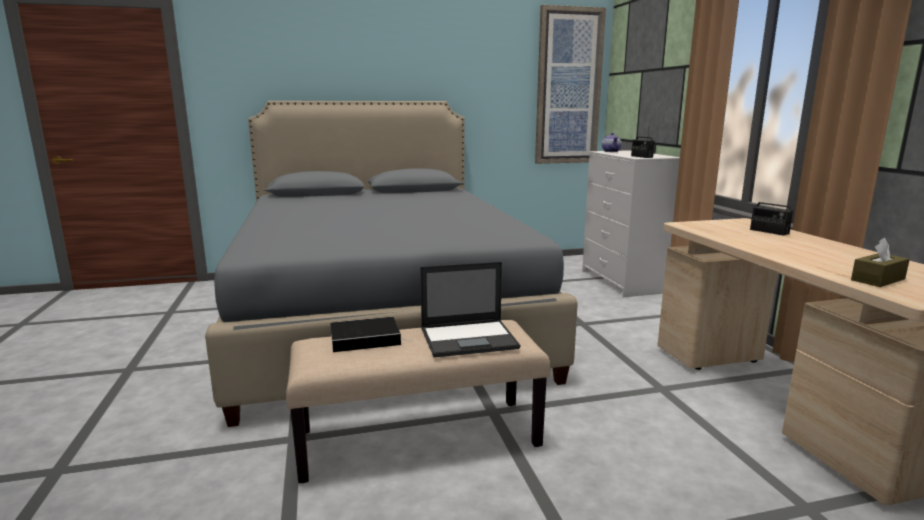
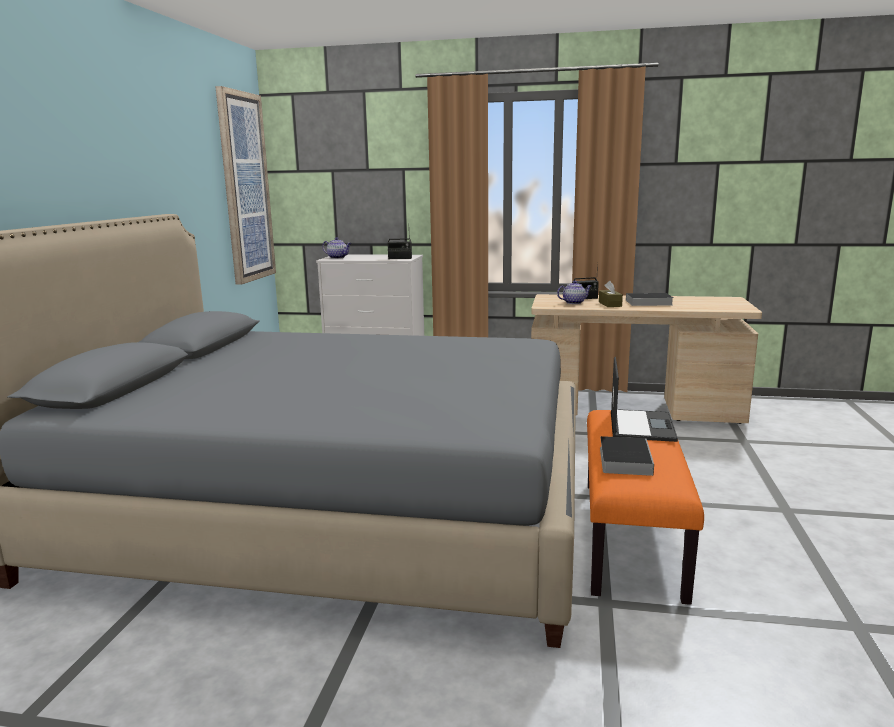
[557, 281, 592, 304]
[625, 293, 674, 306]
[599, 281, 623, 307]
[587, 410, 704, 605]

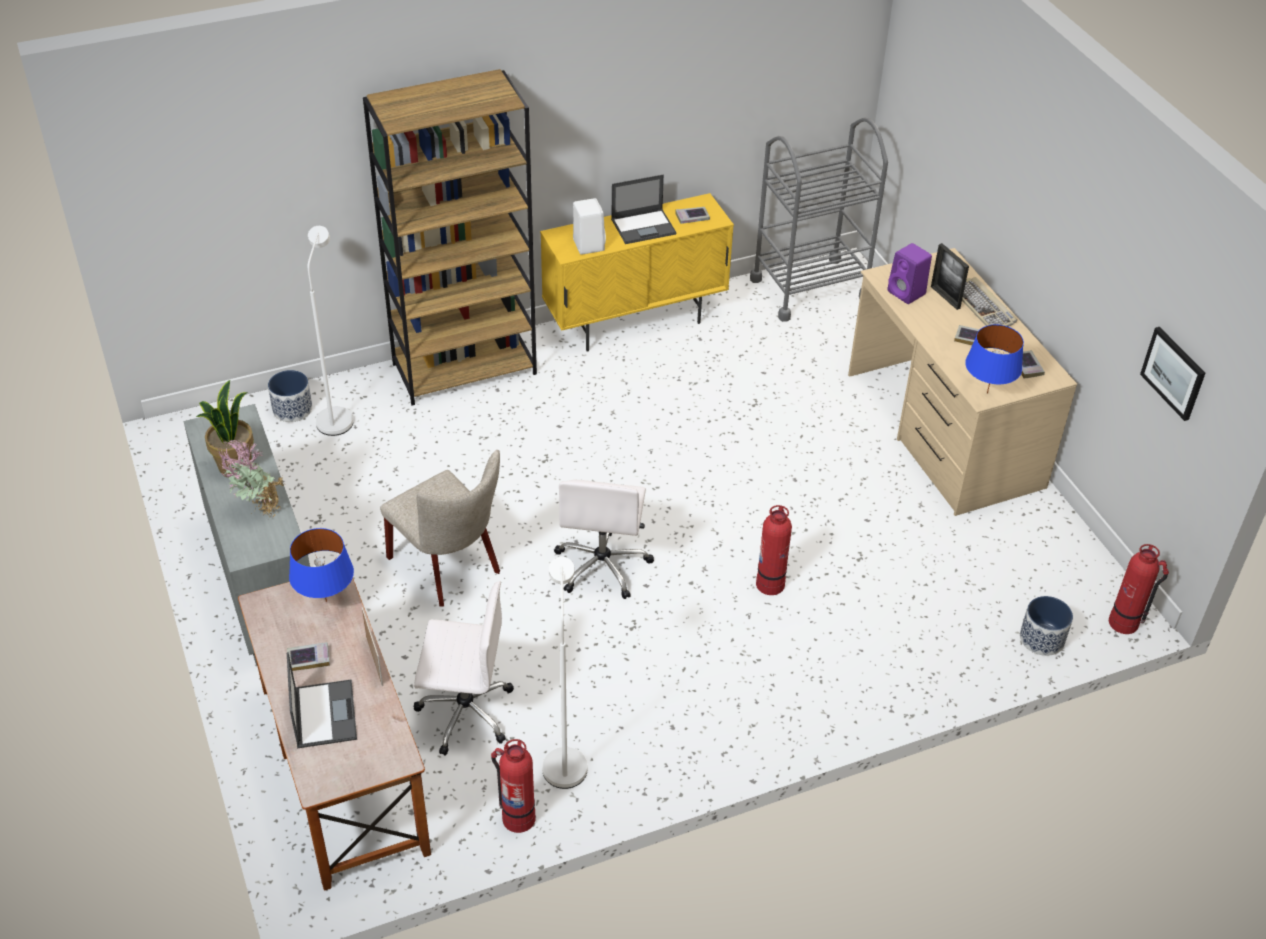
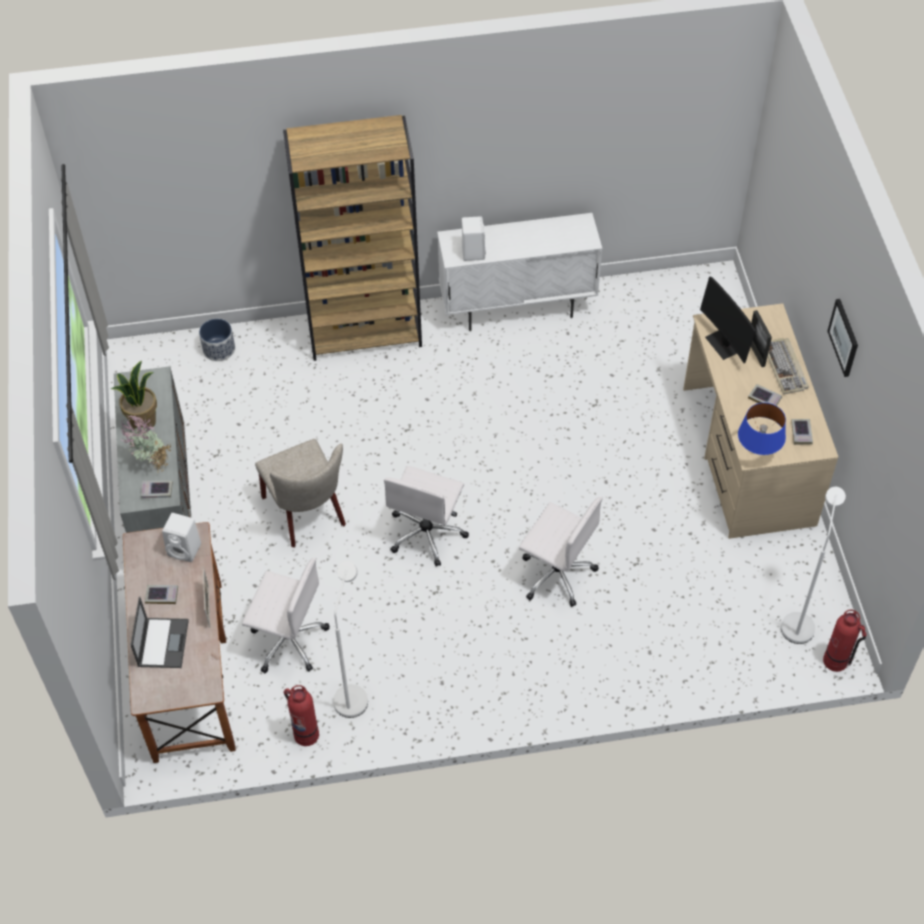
[611, 175, 677, 244] (first image)
[750, 117, 888, 322] (first image)
[1020, 596, 1073, 656] (first image)
[781, 487, 846, 644]
[141, 481, 173, 498]
[827, 299, 858, 377]
[162, 513, 201, 562]
[519, 497, 603, 607]
[700, 276, 756, 363]
[437, 213, 602, 331]

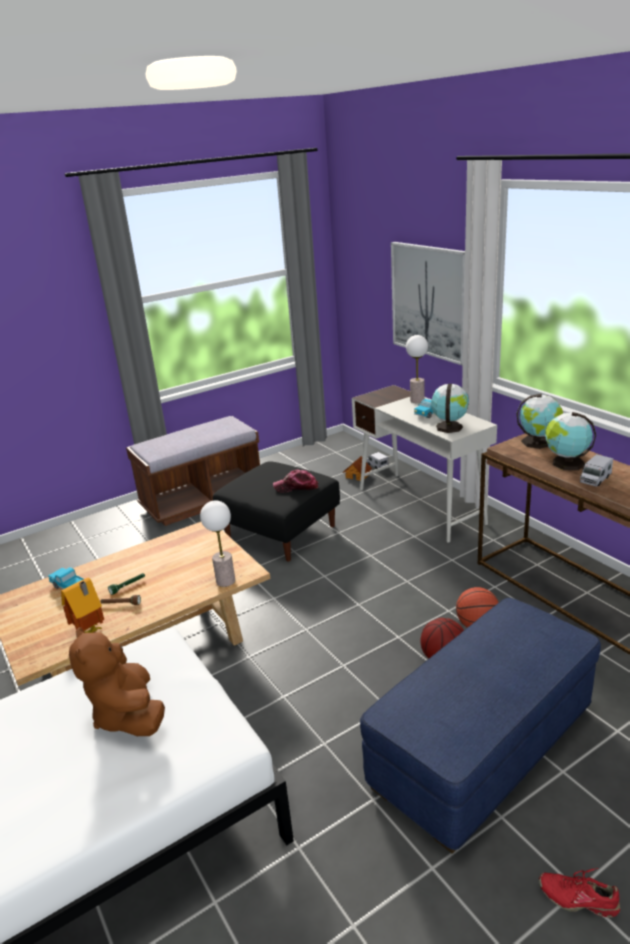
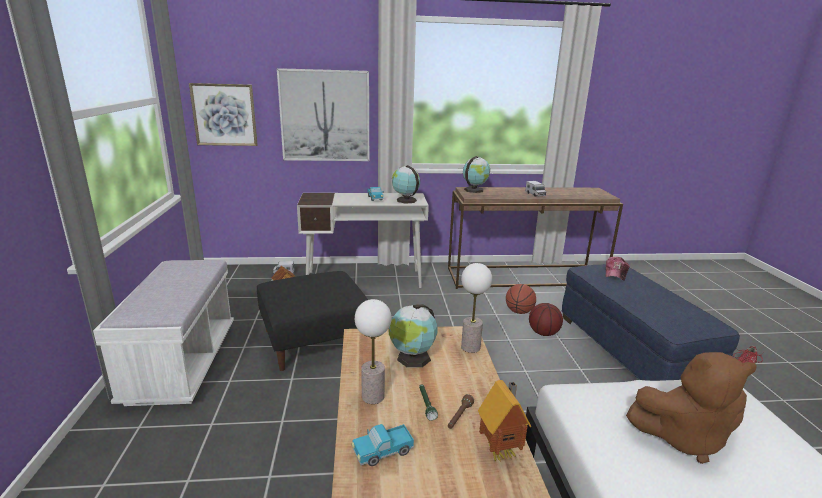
[189, 83, 258, 146]
[606, 257, 630, 281]
[355, 299, 391, 404]
[389, 304, 437, 368]
[93, 260, 234, 406]

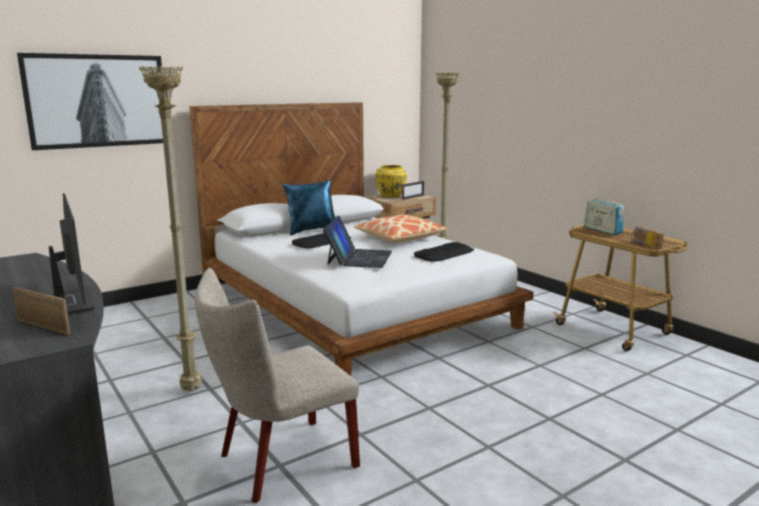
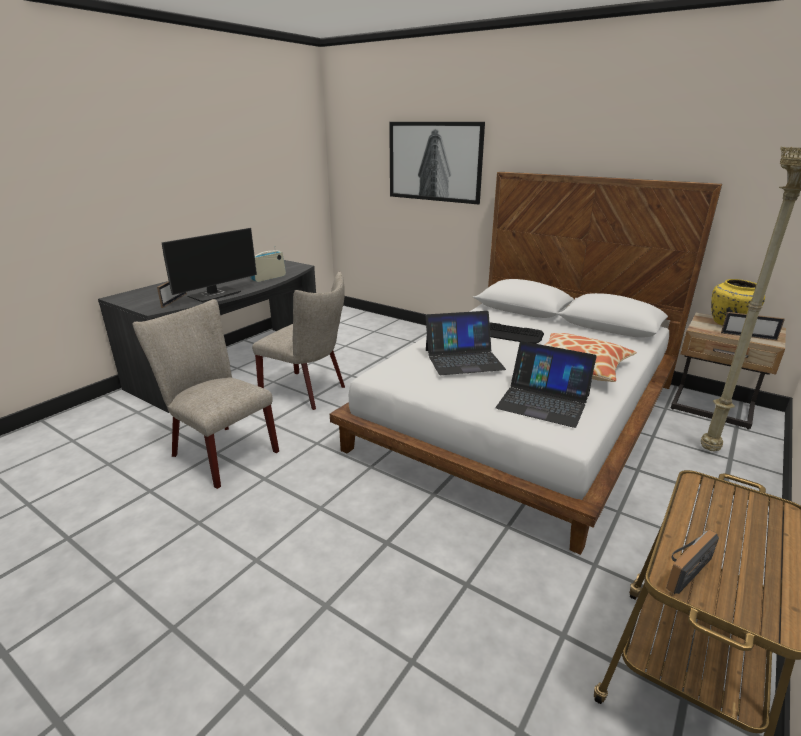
[283, 180, 335, 236] (first image)
[251, 246, 286, 282]
[252, 272, 345, 410]
[495, 341, 597, 428]

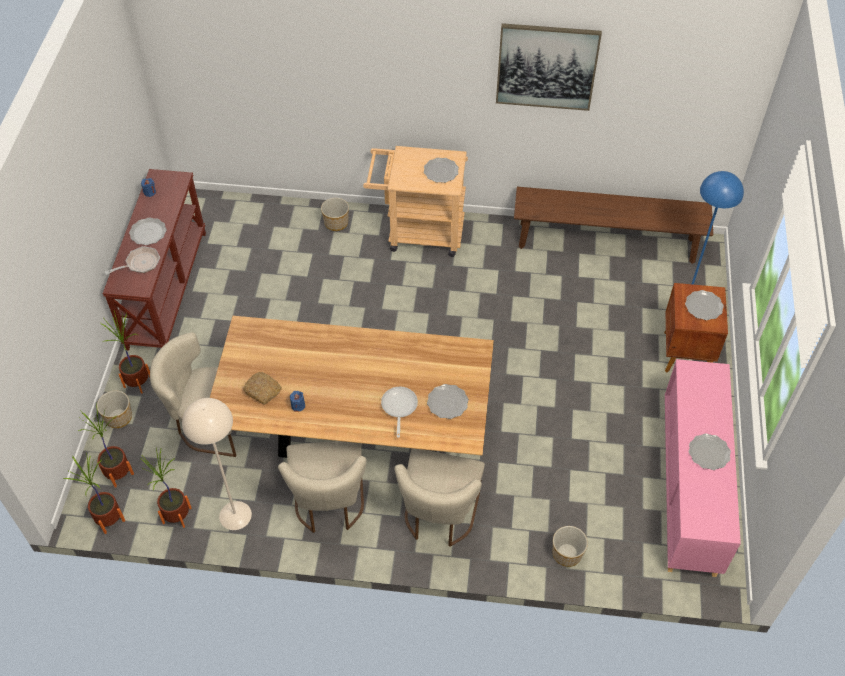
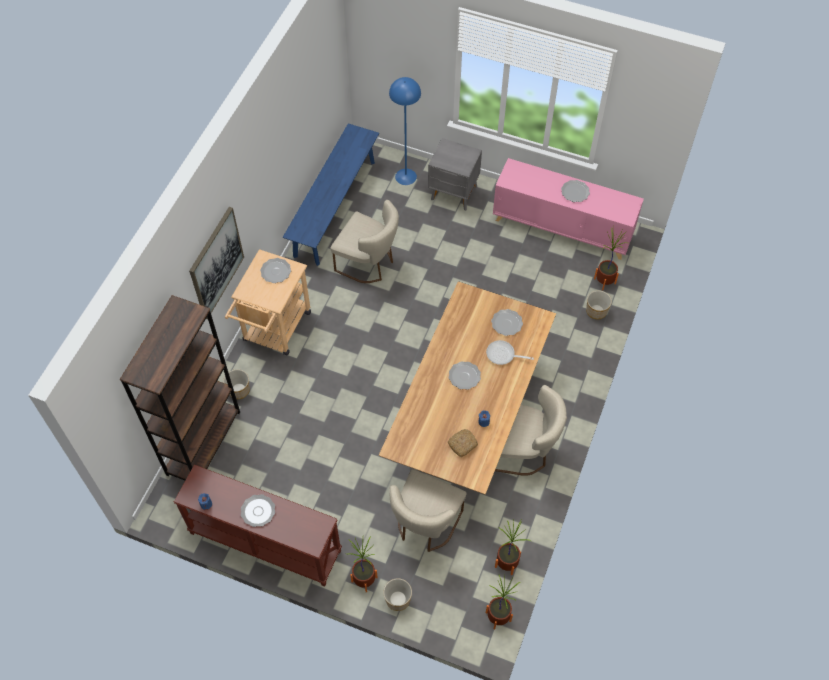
[105, 246, 160, 275] (first image)
[182, 398, 252, 530] (first image)
[120, 295, 240, 480]
[594, 228, 626, 290]
[330, 200, 399, 283]
[189, 207, 244, 319]
[449, 361, 481, 390]
[283, 123, 379, 266]
[428, 138, 482, 211]

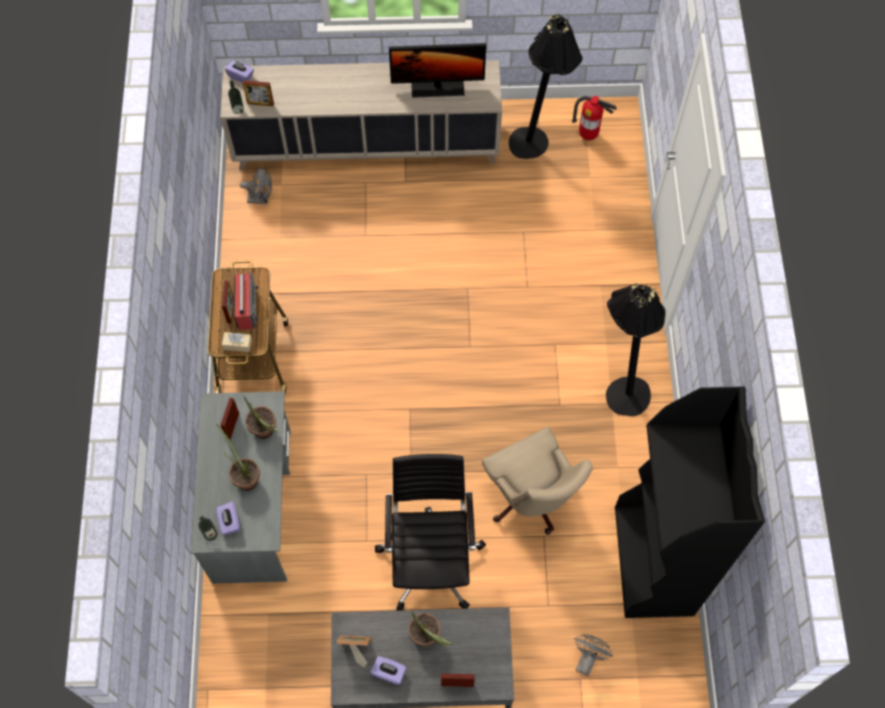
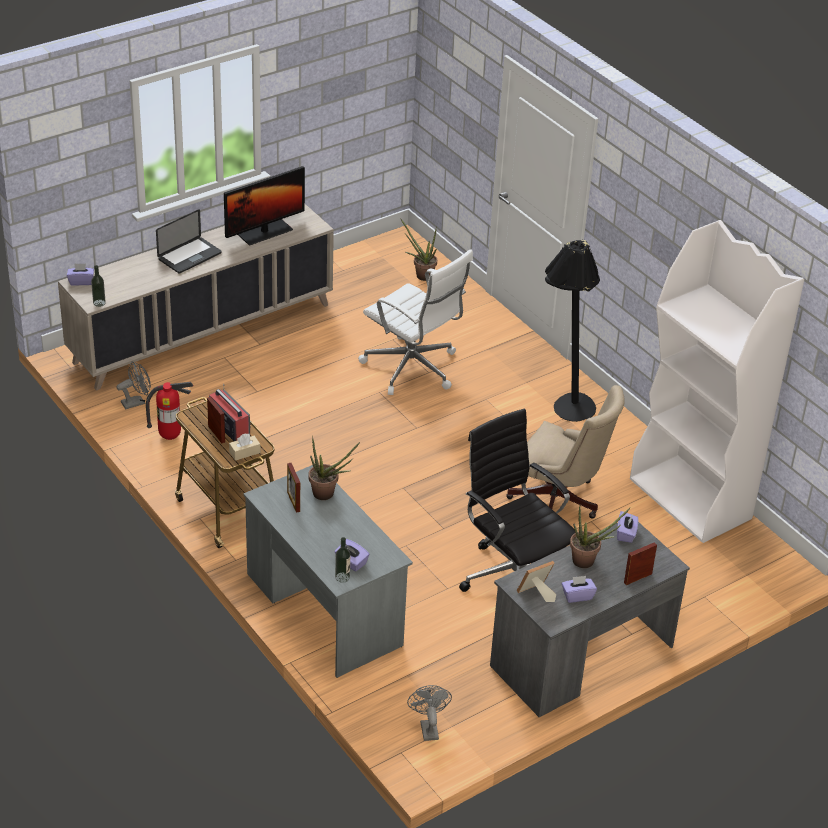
[243, 80, 274, 106] (first image)
[509, 14, 582, 159] (first image)
[156, 209, 222, 274]
[358, 249, 473, 395]
[617, 511, 638, 543]
[400, 218, 437, 281]
[146, 382, 193, 440]
[407, 685, 452, 741]
[630, 220, 804, 543]

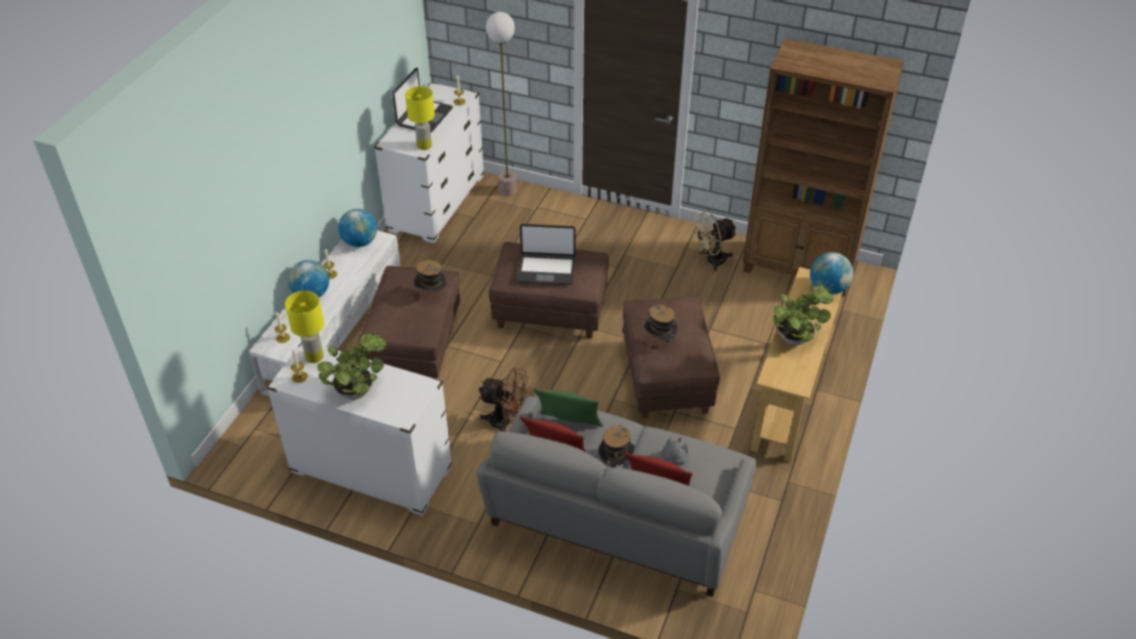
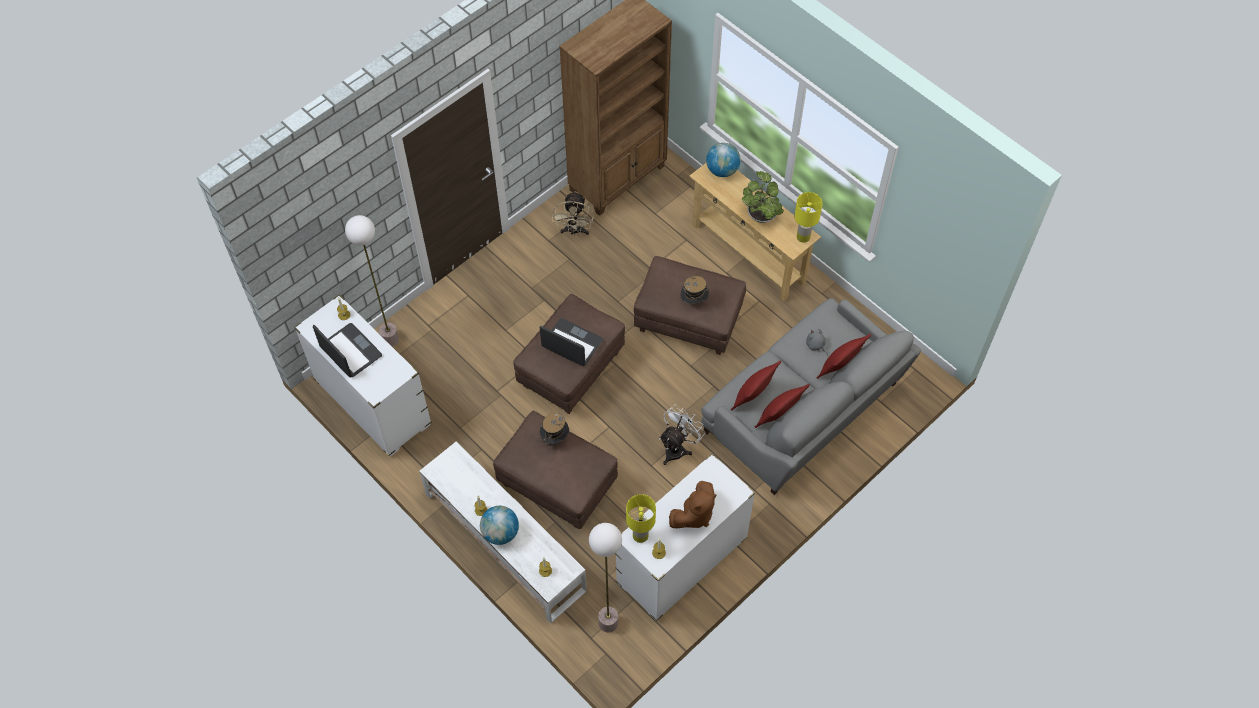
[338, 209, 377, 247] (first image)
[598, 425, 635, 468] (first image)
[589, 523, 622, 633]
[794, 192, 823, 243]
[669, 481, 716, 528]
[659, 405, 705, 465]
[731, 360, 781, 411]
[540, 318, 603, 366]

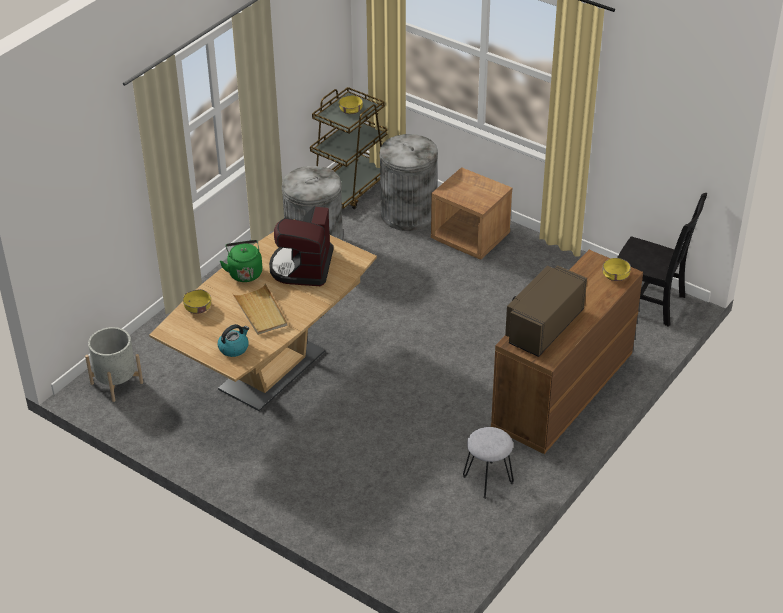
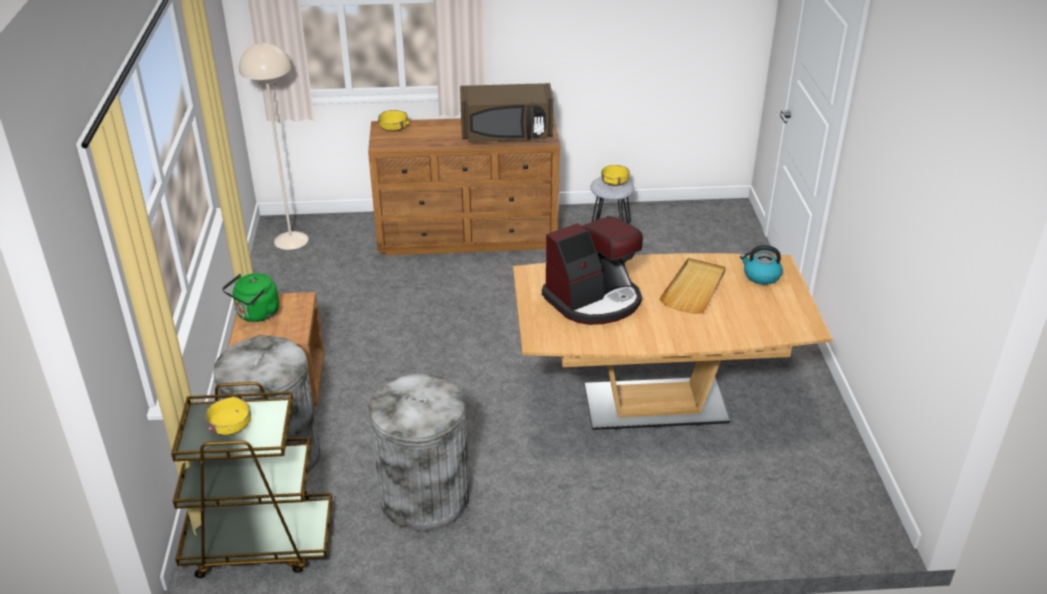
[85, 327, 143, 402] (first image)
[601, 165, 630, 186]
[222, 273, 279, 322]
[239, 43, 309, 250]

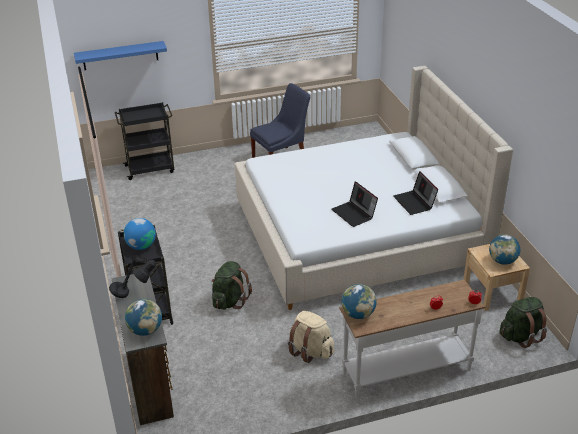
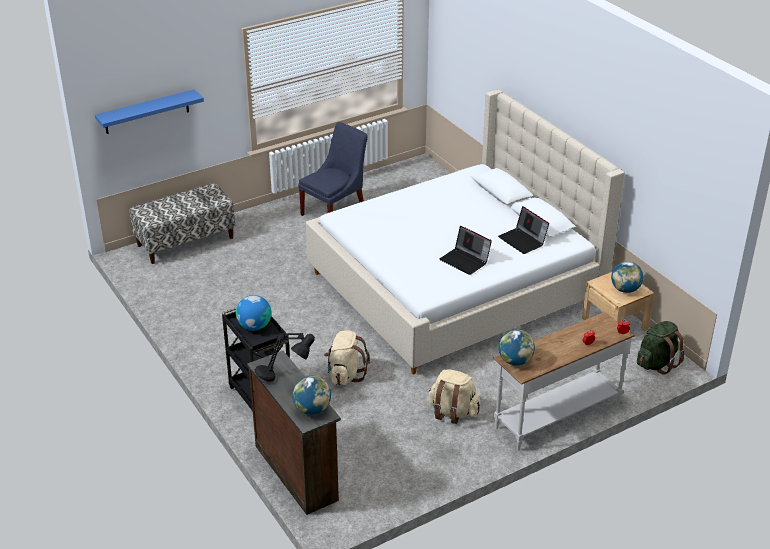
[129, 183, 235, 264]
[324, 330, 370, 385]

